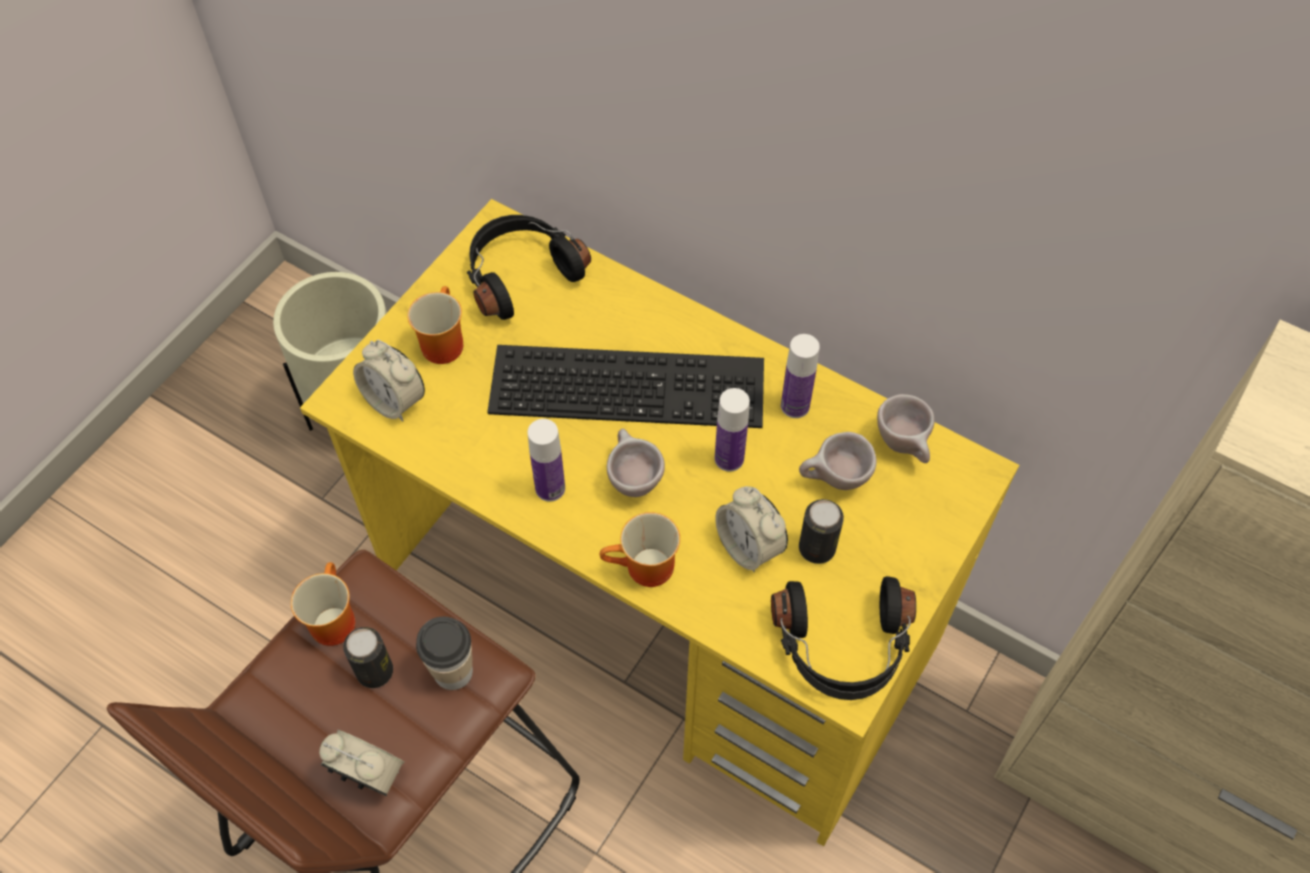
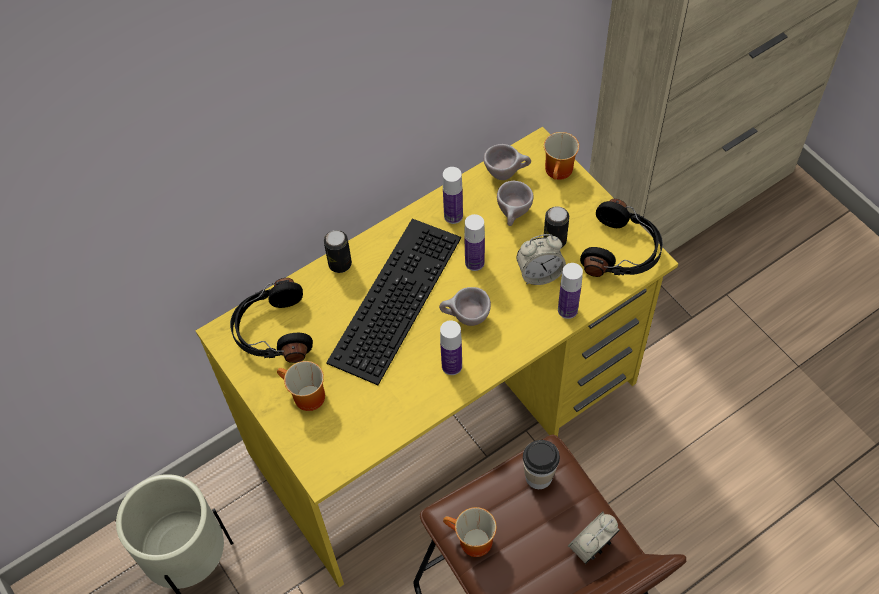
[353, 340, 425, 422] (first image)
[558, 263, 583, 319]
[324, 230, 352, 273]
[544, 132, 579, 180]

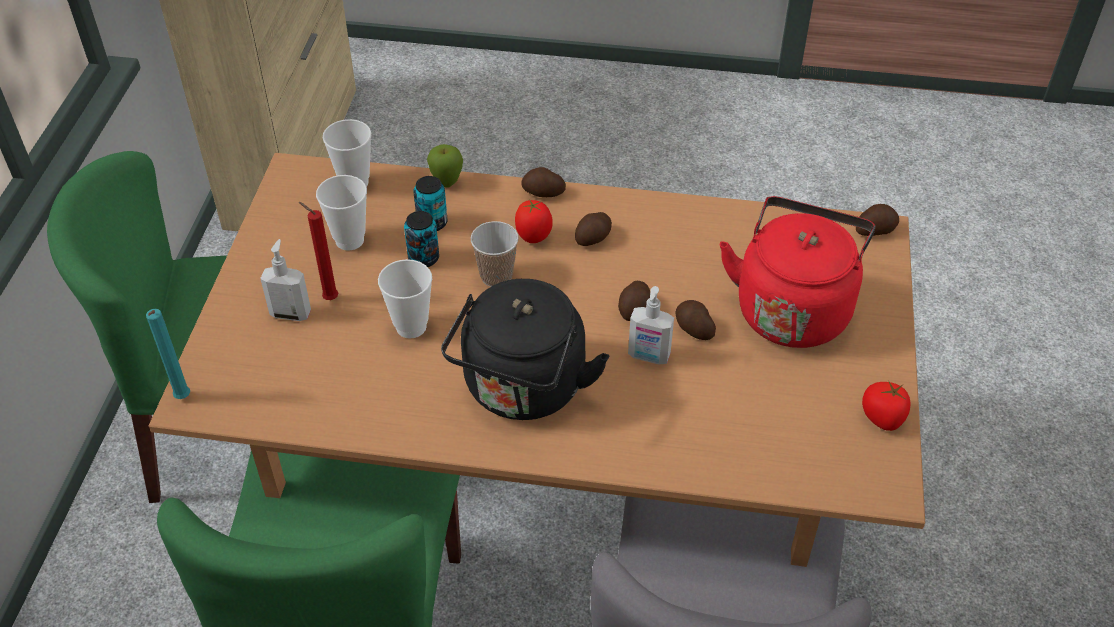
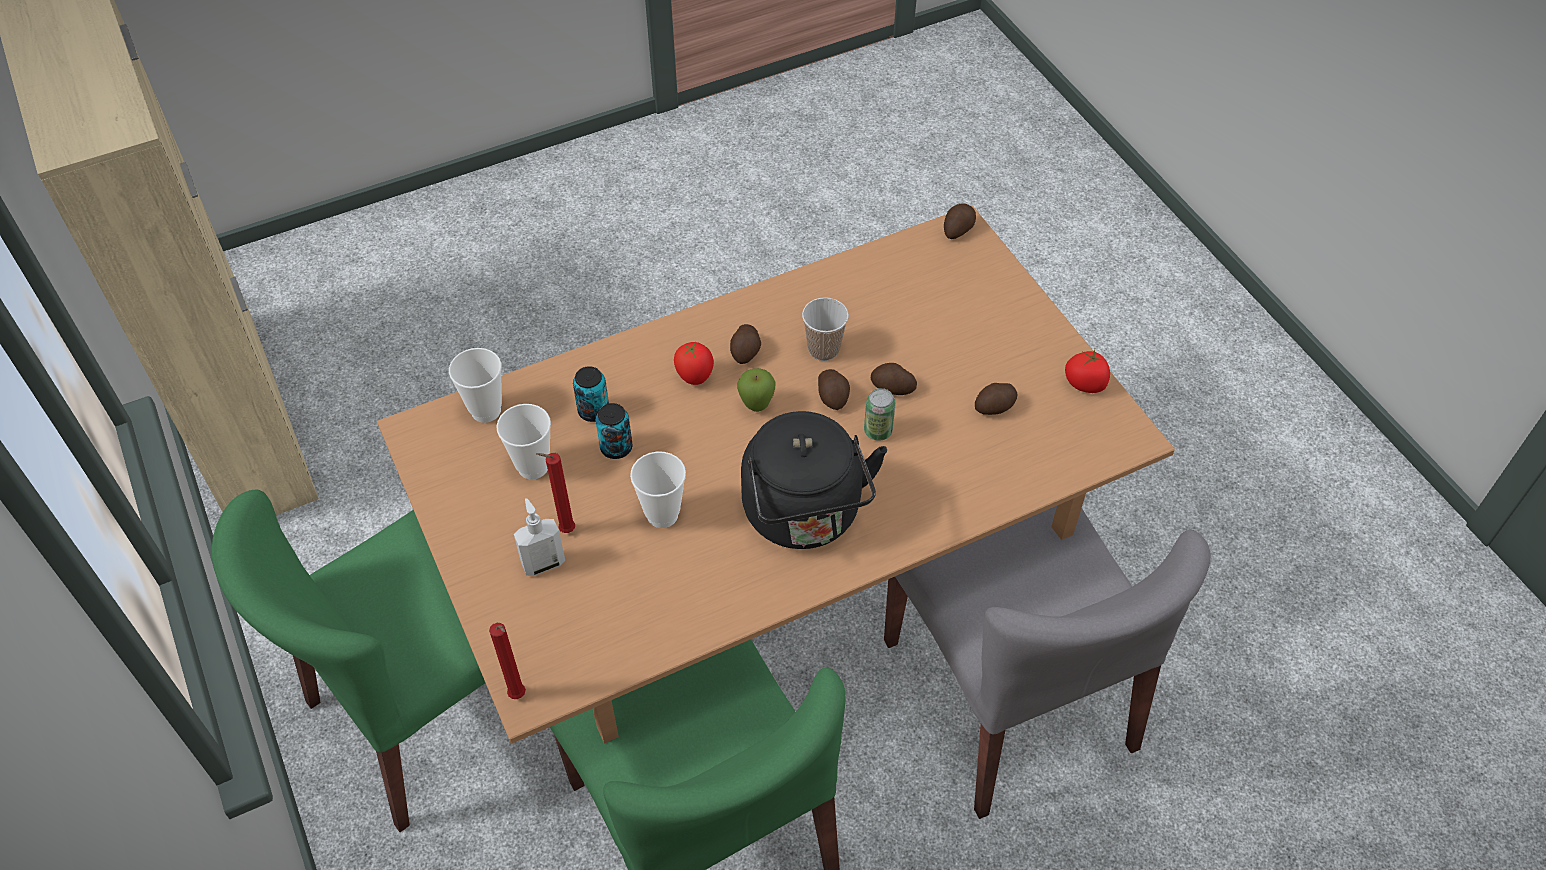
[720, 196, 875, 348] (first image)
[737, 368, 776, 412]
[802, 297, 849, 361]
[975, 383, 1017, 415]
[864, 388, 896, 441]
[489, 623, 526, 699]

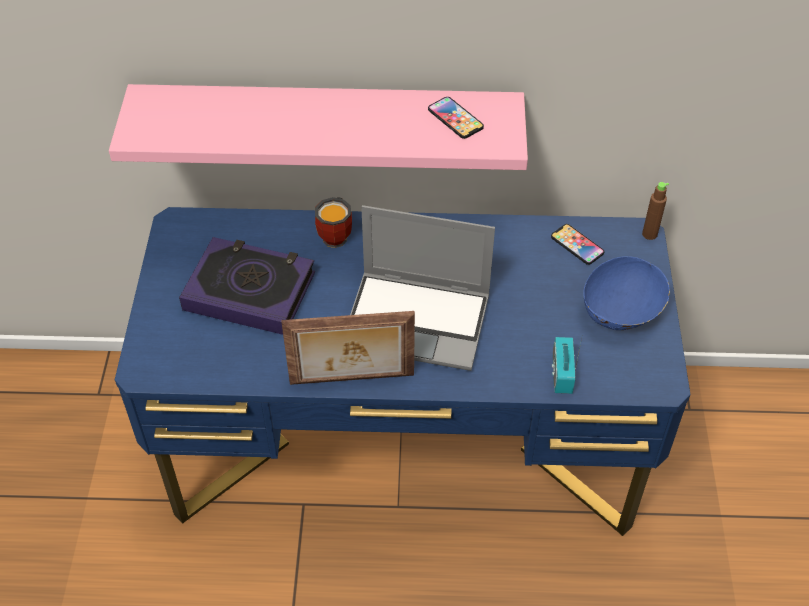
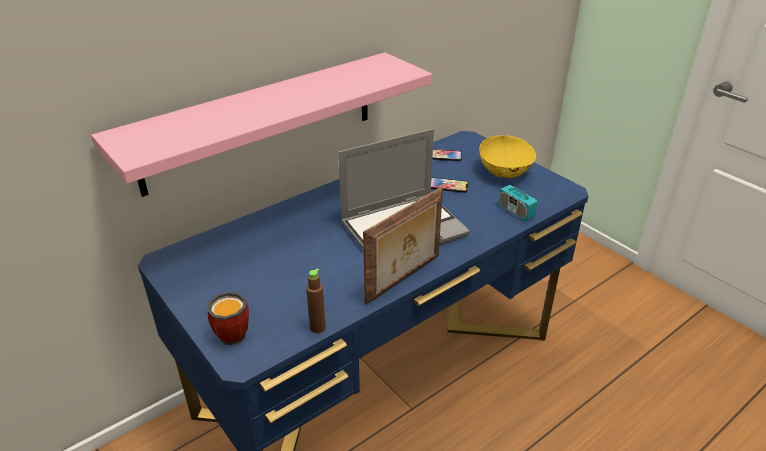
[179, 237, 315, 335] (first image)
[207, 292, 249, 345]
[431, 177, 469, 193]
[306, 268, 326, 333]
[479, 135, 536, 178]

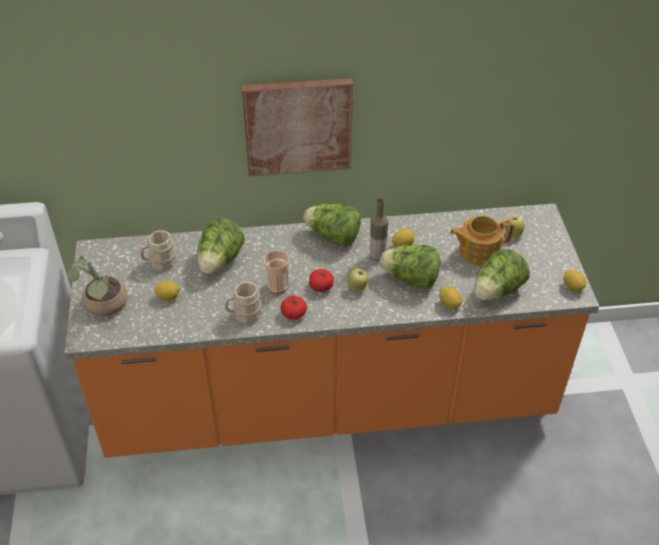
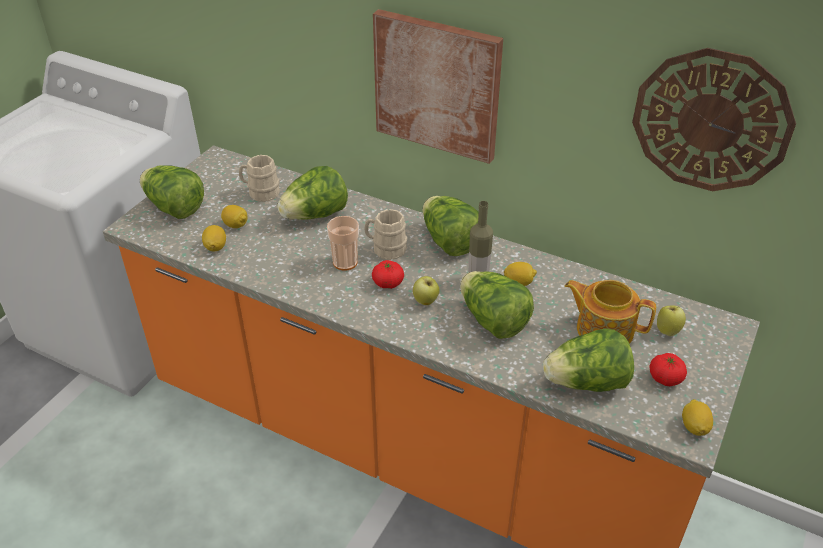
[632, 48, 796, 191]
[364, 209, 407, 260]
[649, 353, 687, 386]
[202, 225, 226, 252]
[140, 165, 204, 219]

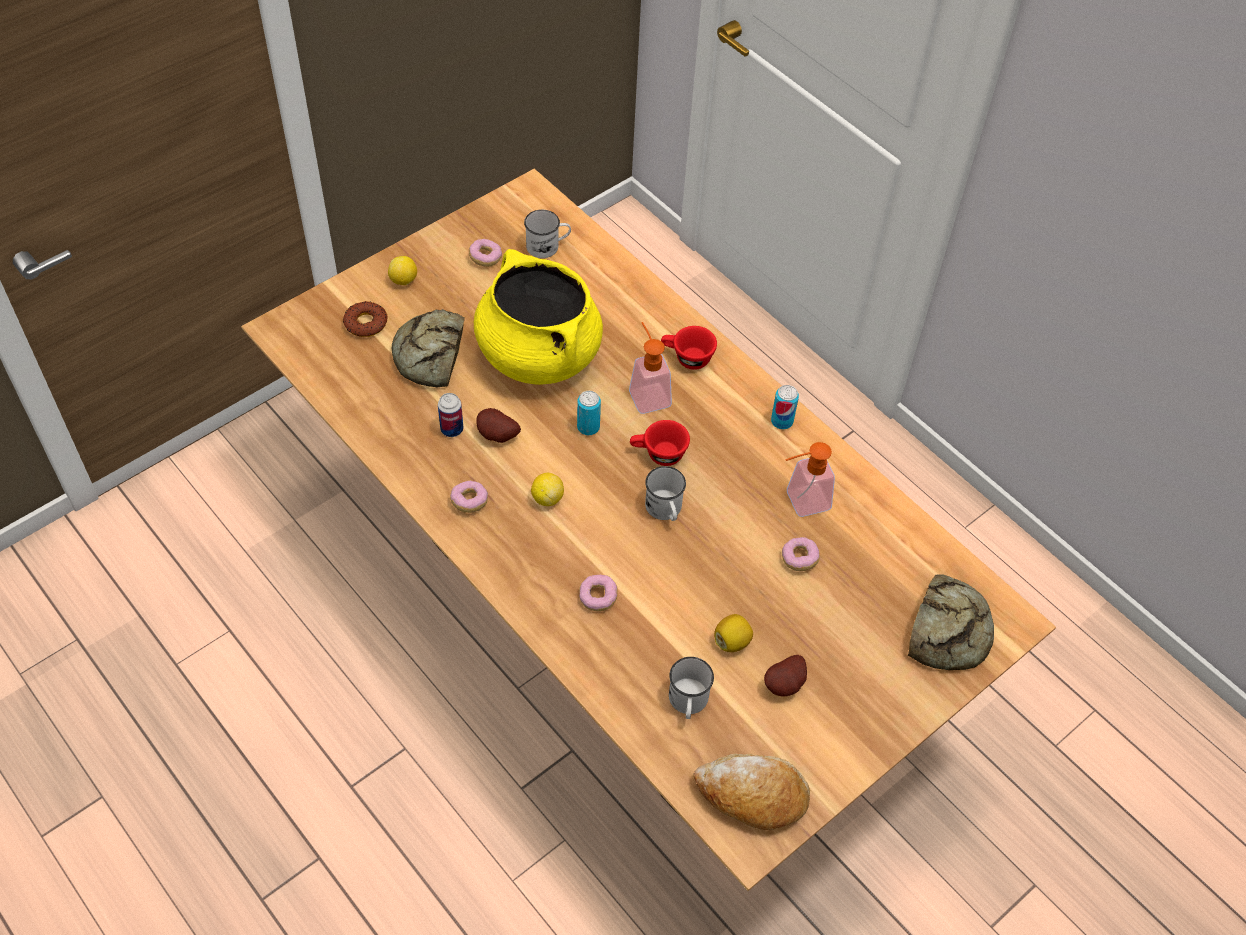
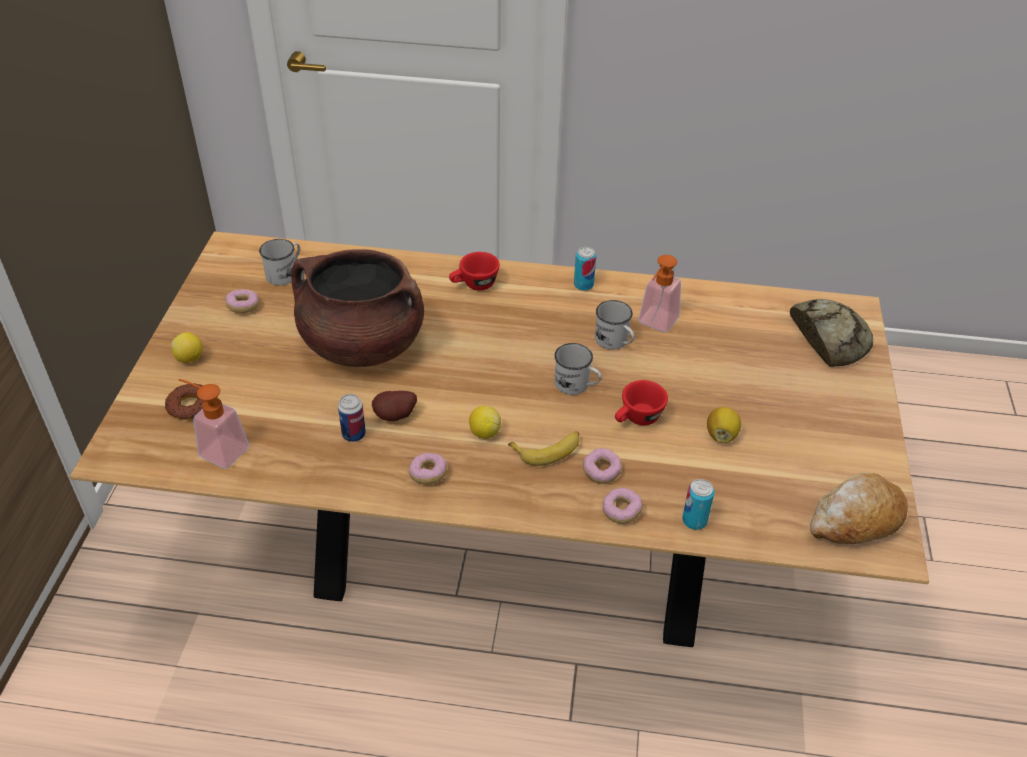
[392, 309, 465, 388] (first image)
[764, 655, 807, 697] (first image)
[508, 431, 579, 466]
[682, 479, 715, 530]
[179, 379, 249, 469]
[615, 380, 668, 425]
[595, 300, 634, 350]
[603, 488, 642, 524]
[291, 249, 424, 367]

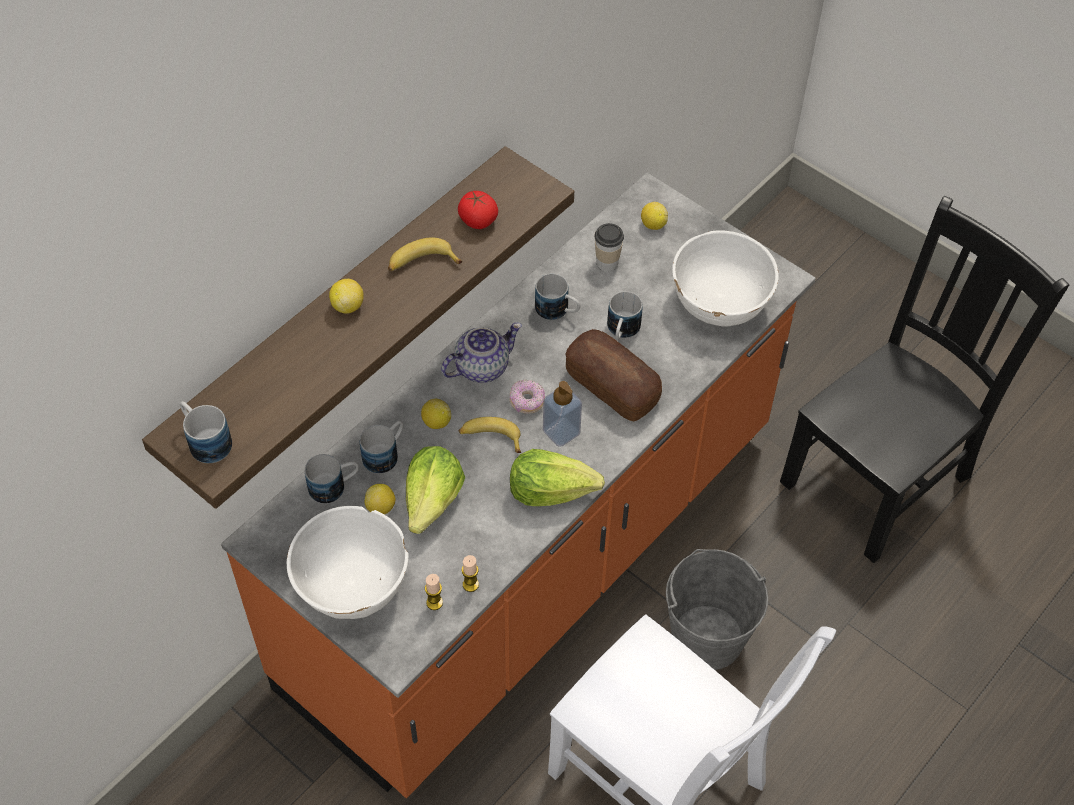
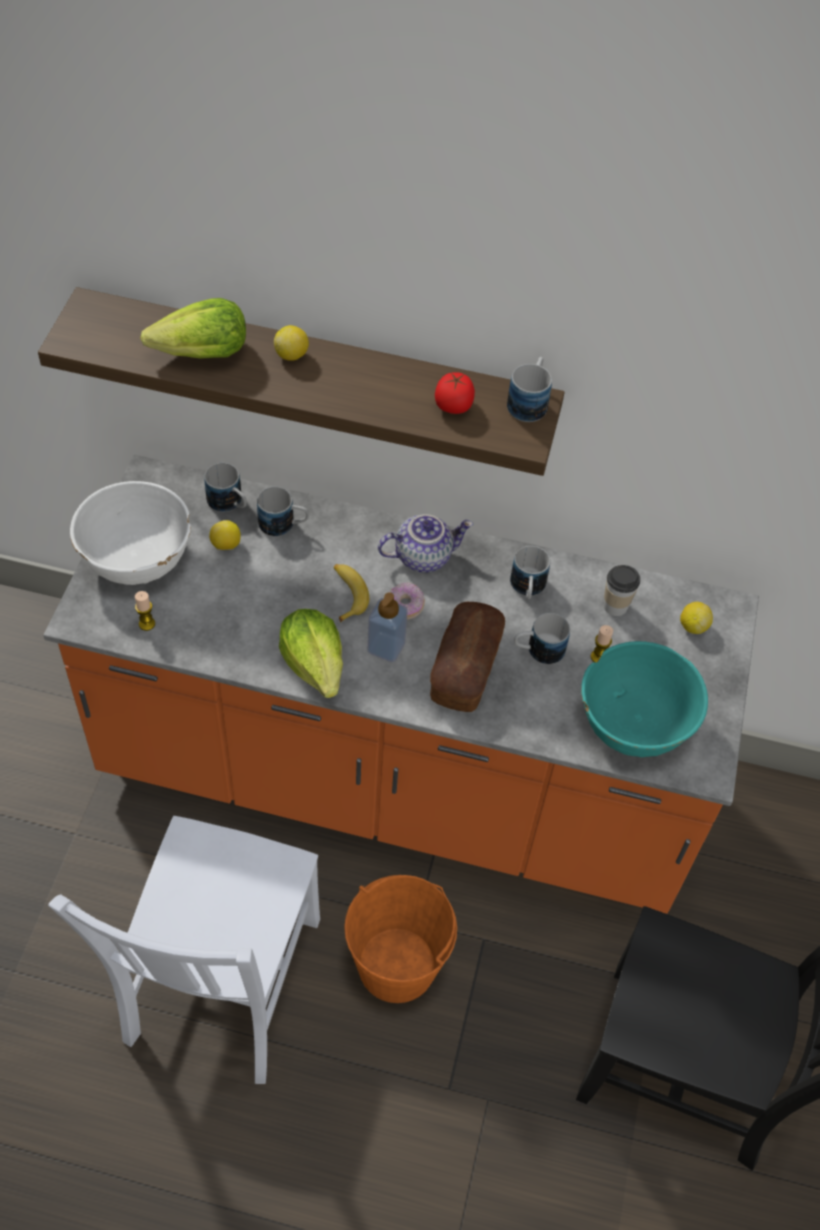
[388, 238, 462, 271] (first image)
[421, 399, 451, 429] (first image)
[507, 357, 552, 422]
[140, 298, 246, 359]
[591, 625, 613, 662]
[344, 875, 457, 1003]
[581, 641, 708, 757]
[378, 514, 473, 573]

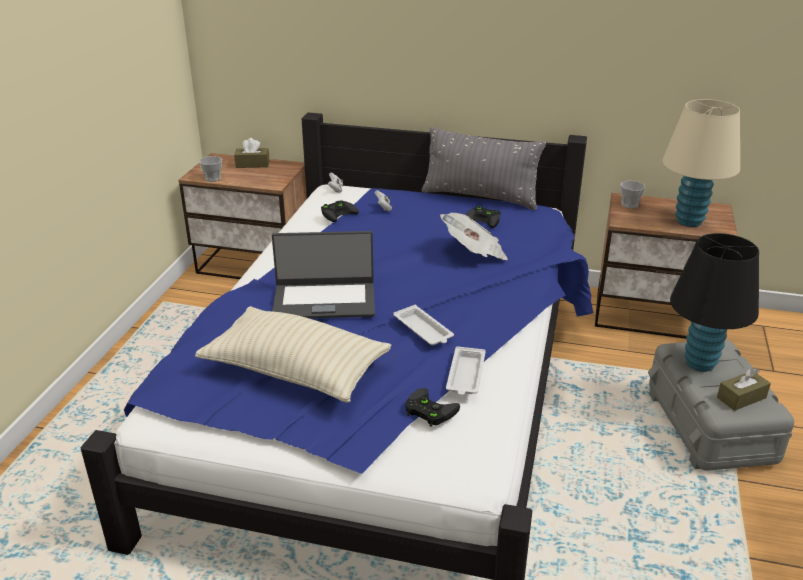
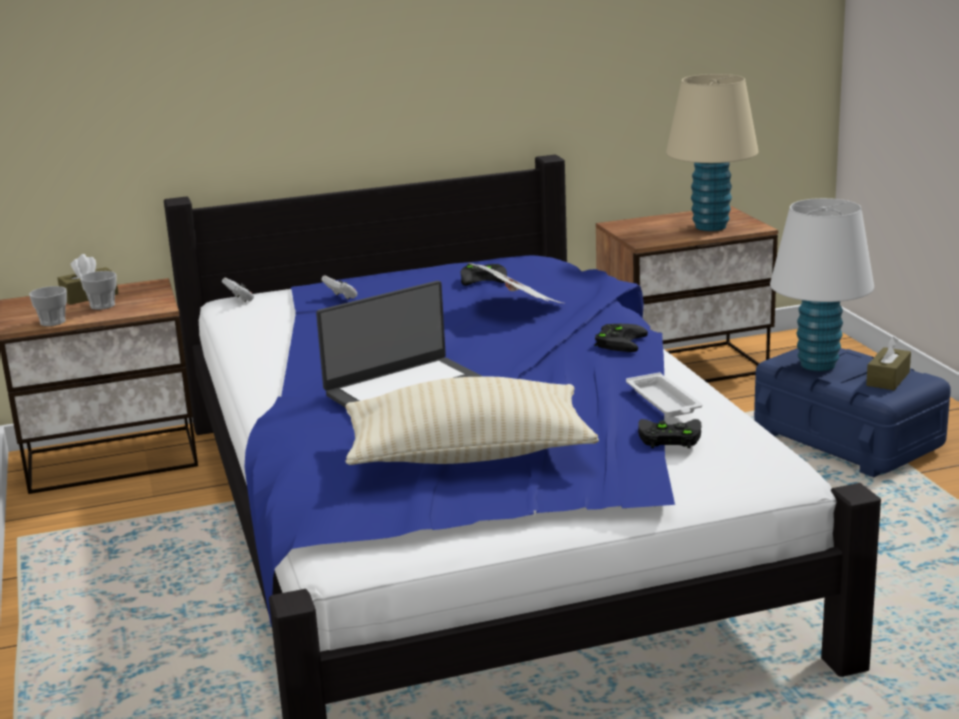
[393, 305, 454, 345] (first image)
[422, 127, 546, 210] (first image)
[595, 324, 648, 352]
[80, 271, 117, 310]
[754, 348, 951, 478]
[770, 198, 874, 371]

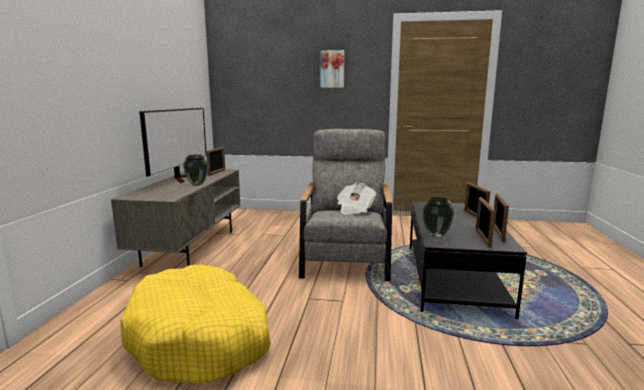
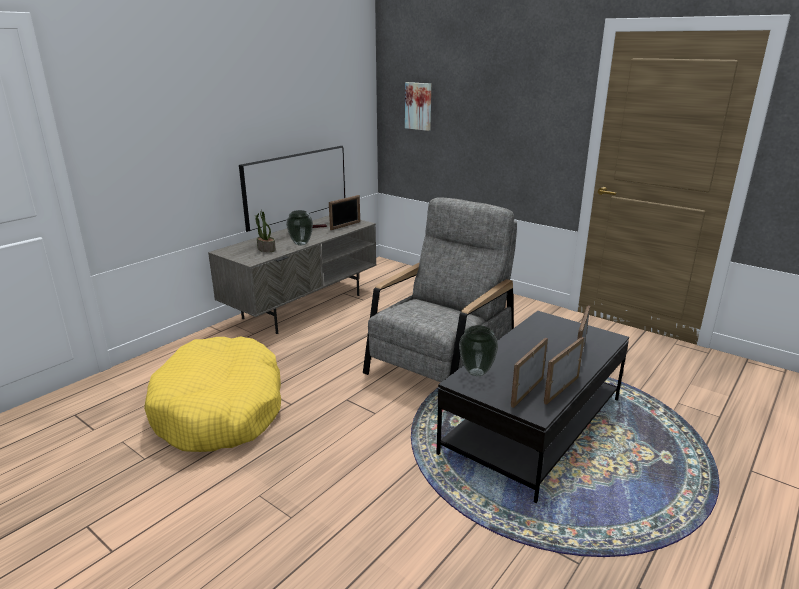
[337, 183, 376, 215] (first image)
[254, 209, 276, 252]
[405, 82, 431, 131]

